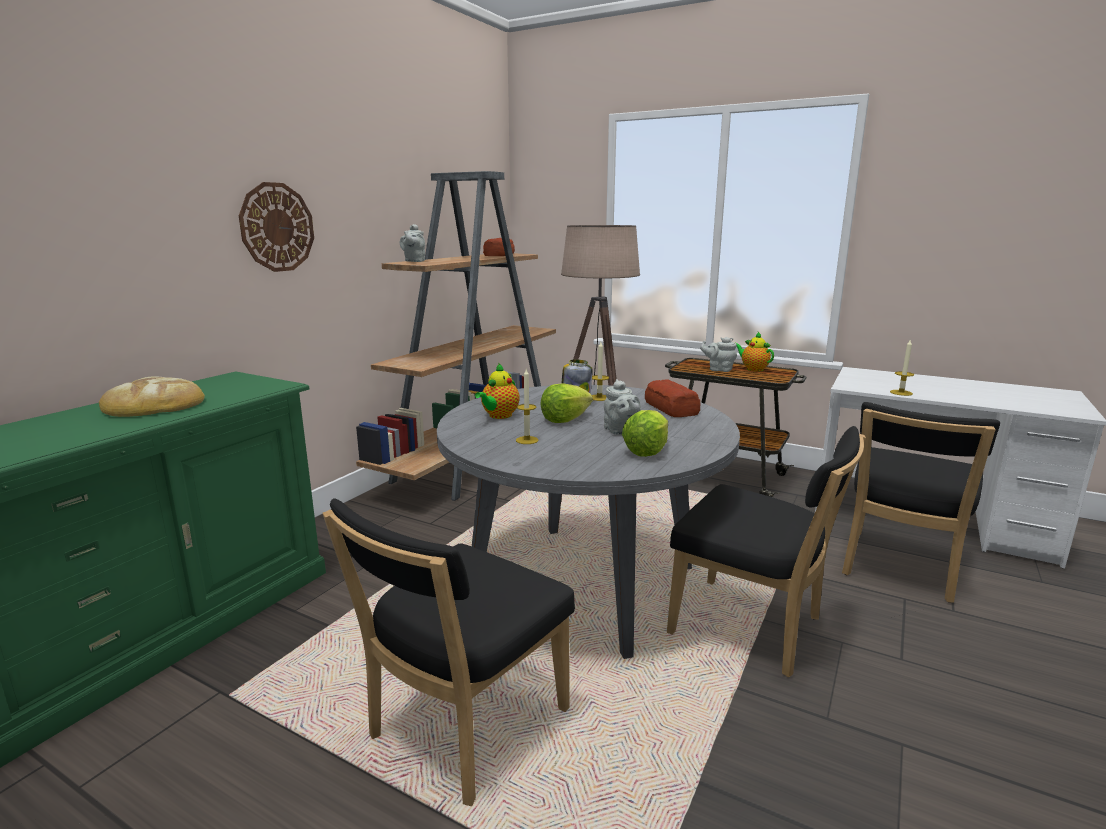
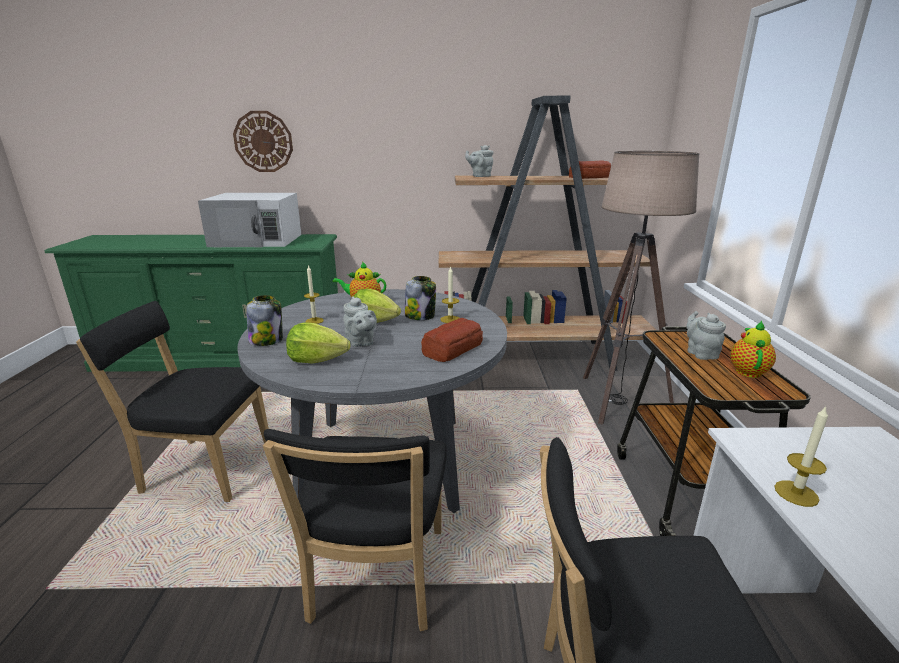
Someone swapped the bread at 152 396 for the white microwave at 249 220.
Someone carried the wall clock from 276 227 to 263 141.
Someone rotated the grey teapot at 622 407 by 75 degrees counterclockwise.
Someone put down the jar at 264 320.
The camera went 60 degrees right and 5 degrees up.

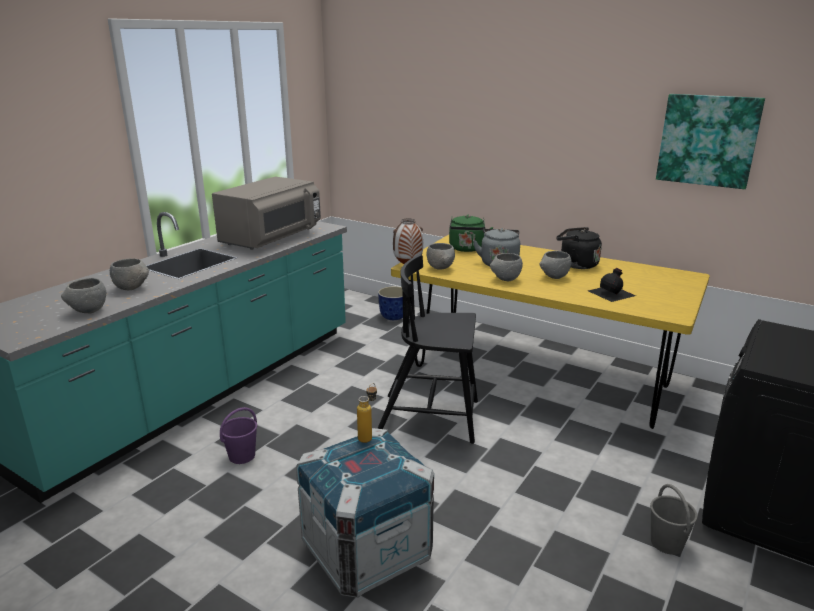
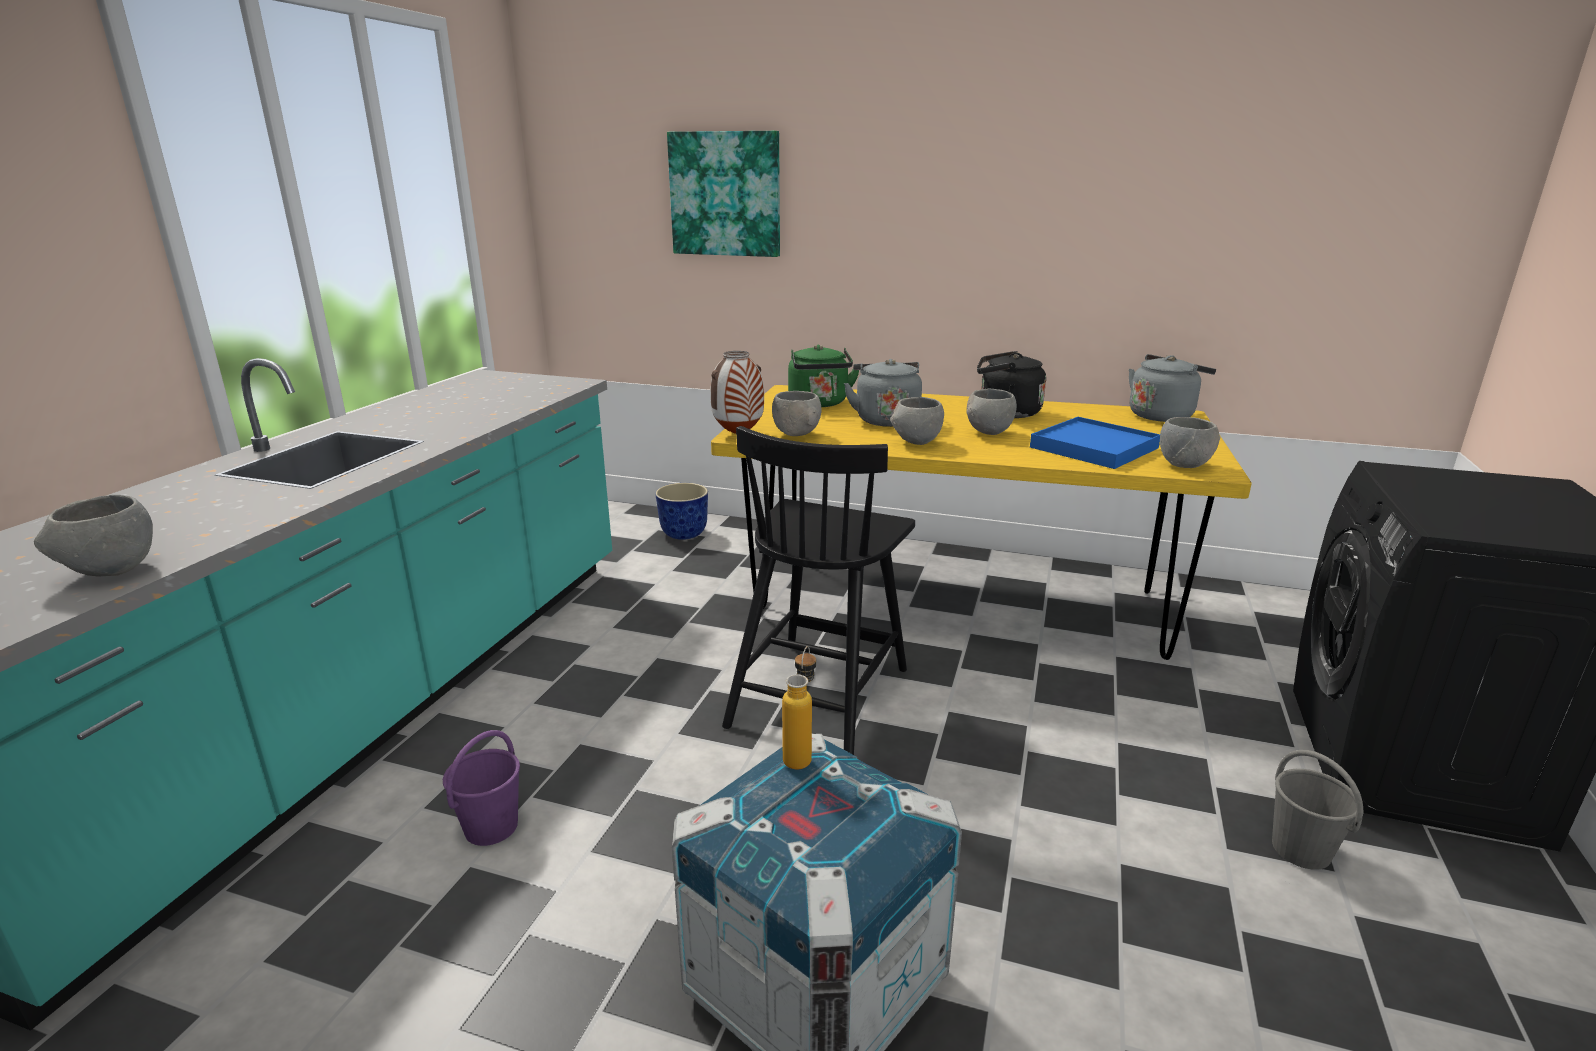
Someone carried the grey bowl from 129 274 to 1190 442.
Someone took away the grey microwave at 266 213.
Someone rotated the black chair at 427 349 by 60 degrees counterclockwise.
Someone swapped the black bottle at 612 285 for the blue tray at 1095 443.
Someone carried the picture from 710 141 to 723 194.
Someone put down the grey kettle at 1172 388.
The camera went 15 degrees left and 0 degrees up.

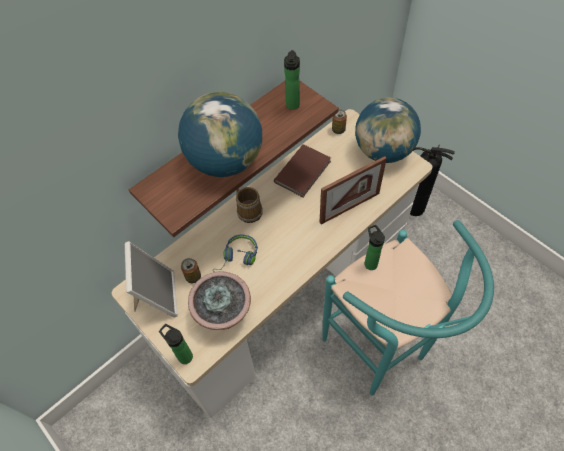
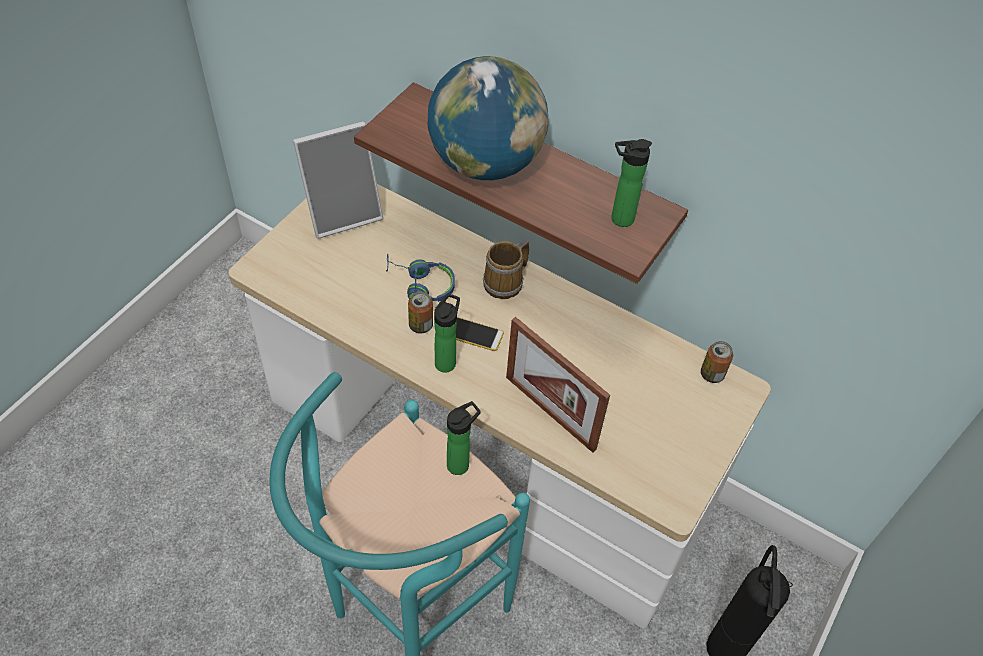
Someone carried the bottle from 176 344 to 447 333.
Someone carried the can from 191 270 to 420 313.
Someone took away the potted plant at 219 300.
Someone took away the brown book at 302 170.
Someone took away the globe at 388 130.
Someone put down the phone at 480 334.
The camera went 70 degrees right and 5 degrees down.

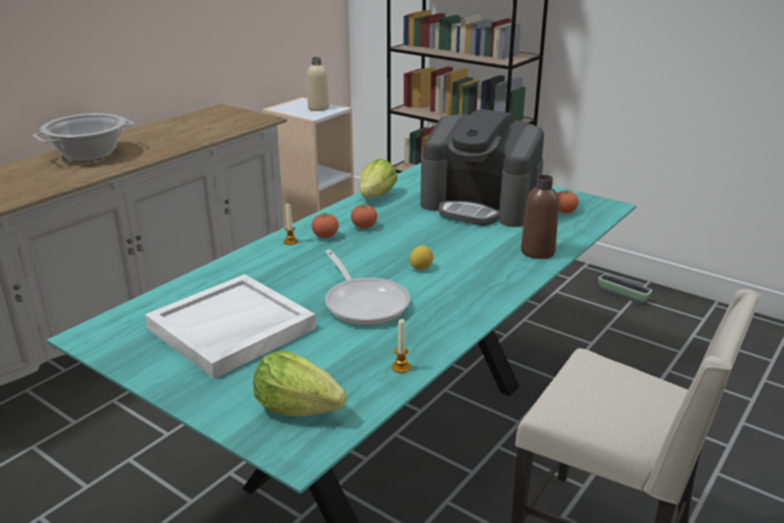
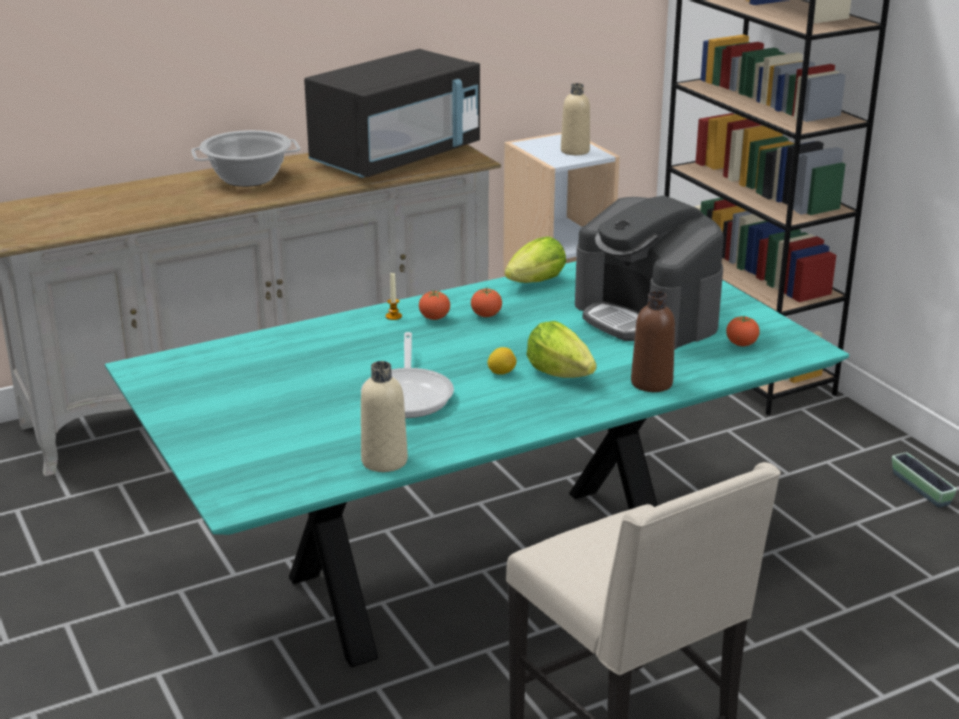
Someone took away the white tray at 230 326.
Someone carried the lettuce from 300 383 to 561 349.
Someone swapped the candle at 401 346 for the beige bottle at 384 416.
Someone put down the black microwave at 392 113.
The camera went 25 degrees right and 0 degrees up.

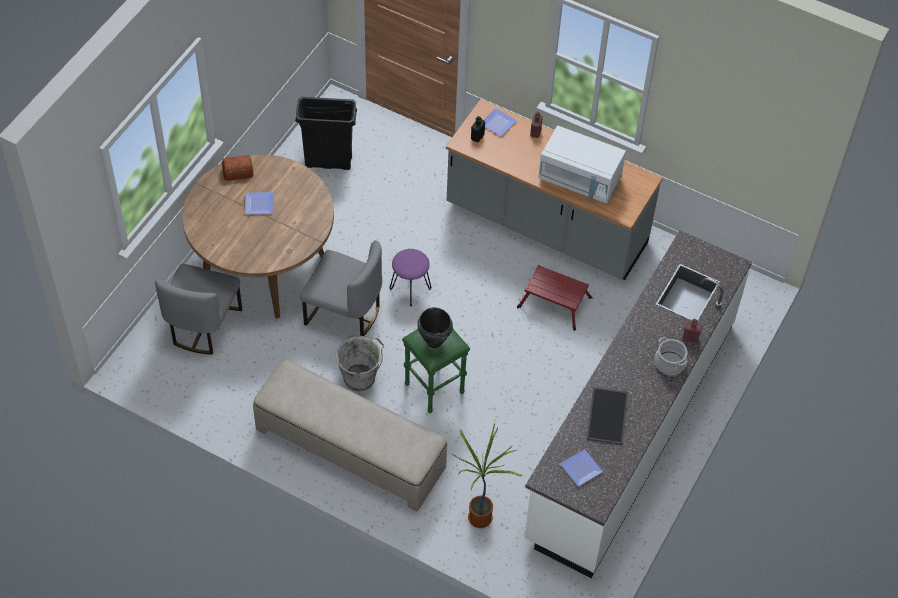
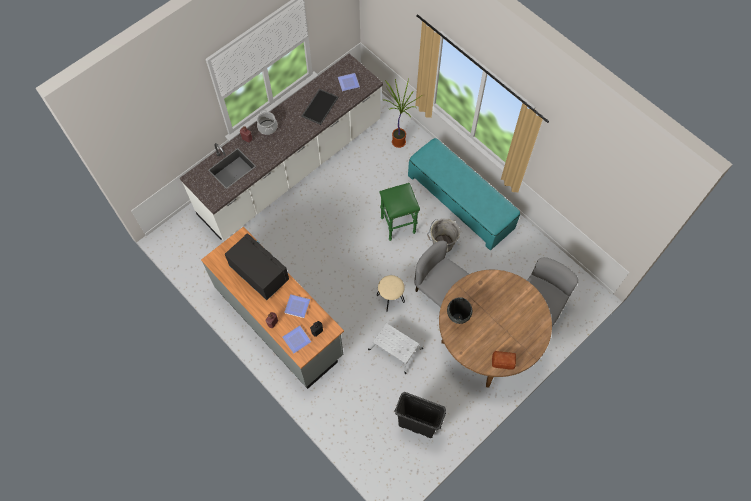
Someone carried the plate from 259 203 to 297 306.
Someone repainted the beige bench at 350 435, which became the turquoise bench at 464 194.
Someone repainted the purple stool at 410 277, which became the beige stool at 391 293.
Someone carried the black cooking pot from 435 327 to 459 310.
Someone took away the red step ladder at 554 298.
Someone repainted the white microwave at 582 165, which became the black microwave at 257 266.
Someone put down the white step ladder at 395 348.
The camera went 160 degrees left and 10 degrees up.

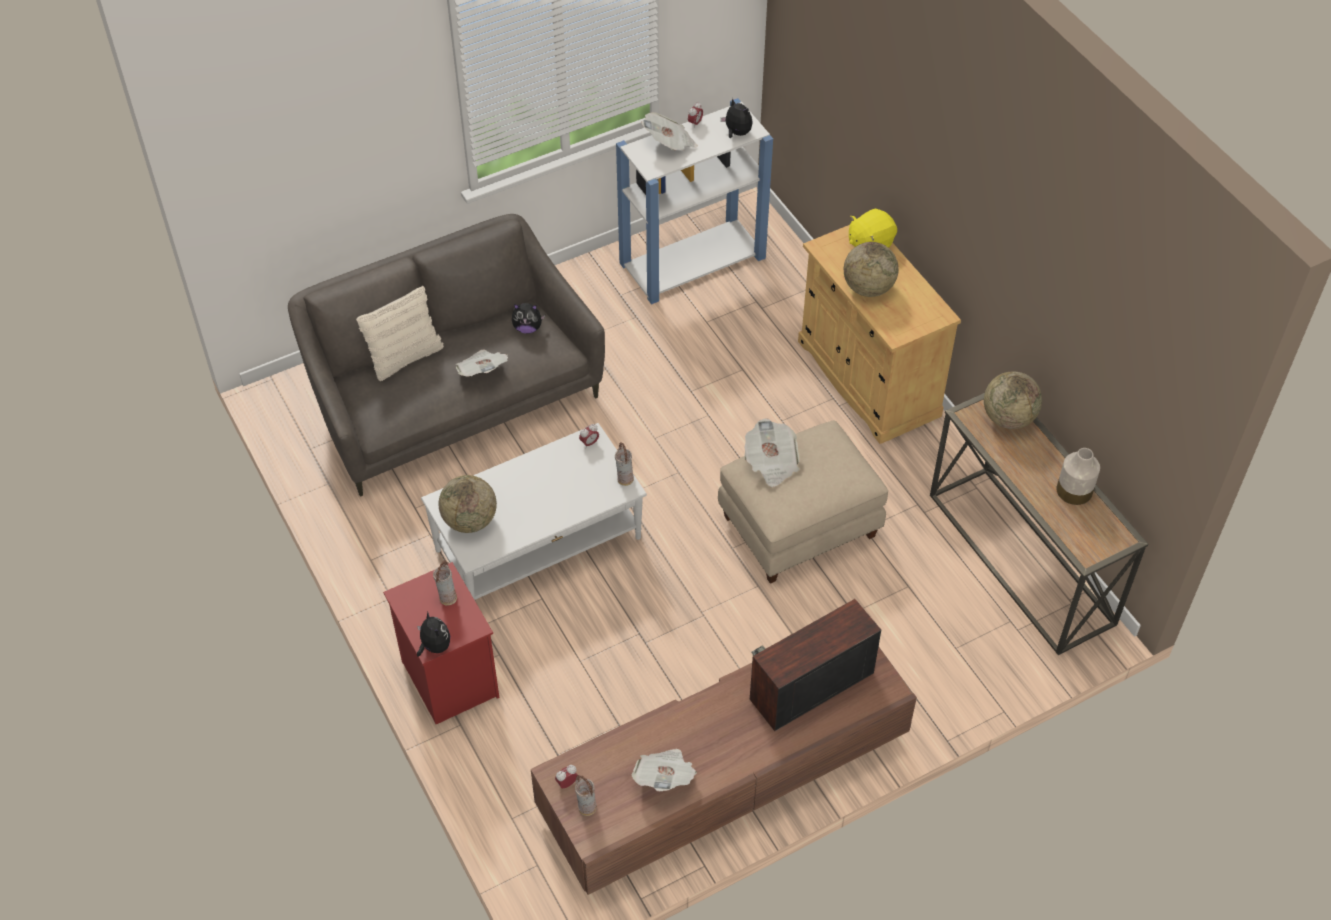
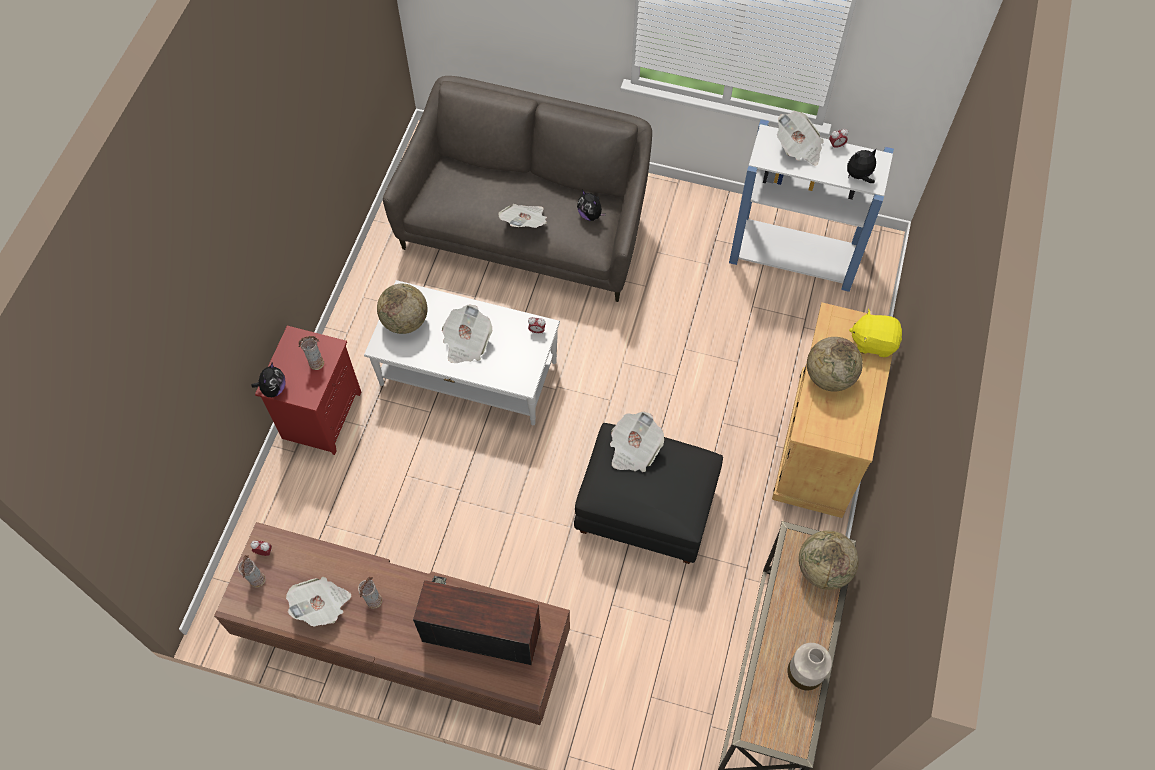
Someone took away the beige pillow at 400 333.
Someone carried the vase from 624 464 to 370 593.
Someone repainted the beige ottoman at 803 502, which became the black ottoman at 648 493.
Someone rotated the plush toy at 737 118 by 105 degrees counterclockwise.
Someone put down the newspaper at 467 333.
The camera went 45 degrees right and 10 degrees up.

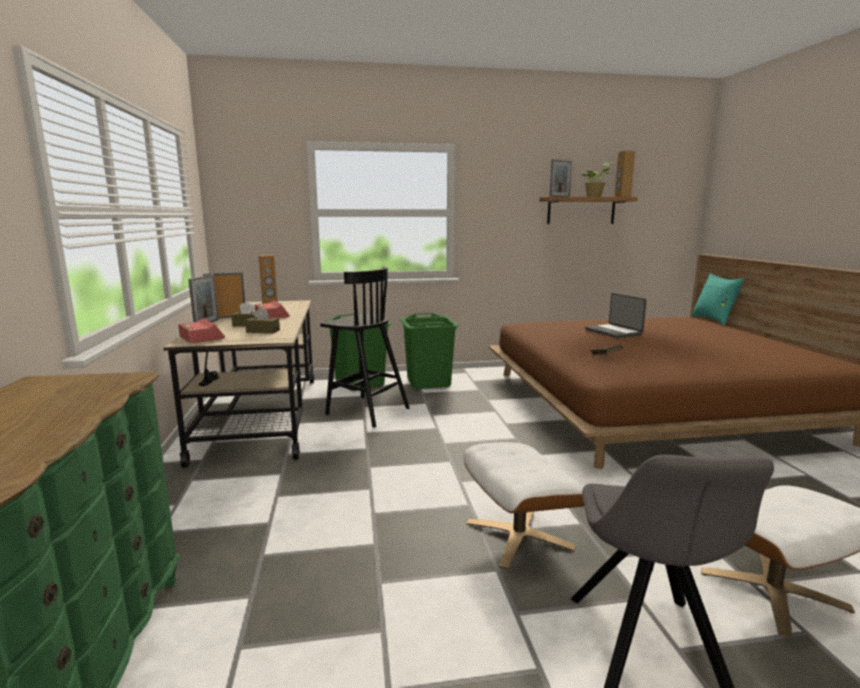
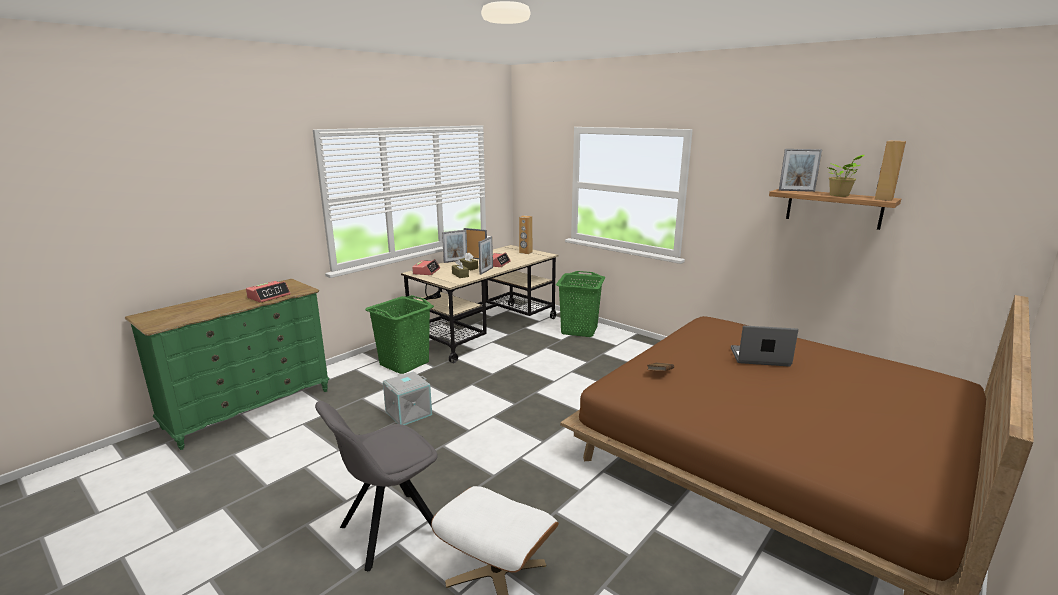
Someone took away the black stool at 365 347.
Someone carried the green laundry basket from 429 351 to 399 334.
Someone took away the white ottoman at 523 506.
Someone rotated the laptop at 616 315 by 75 degrees clockwise.
Someone took away the turquoise pillow at 718 299.
Someone put down the alarm clock at 268 292.
Someone put down the grey storage box at 407 398.
Someone put down the picture frame at 485 255.
The camera went 50 degrees right and 5 degrees up.

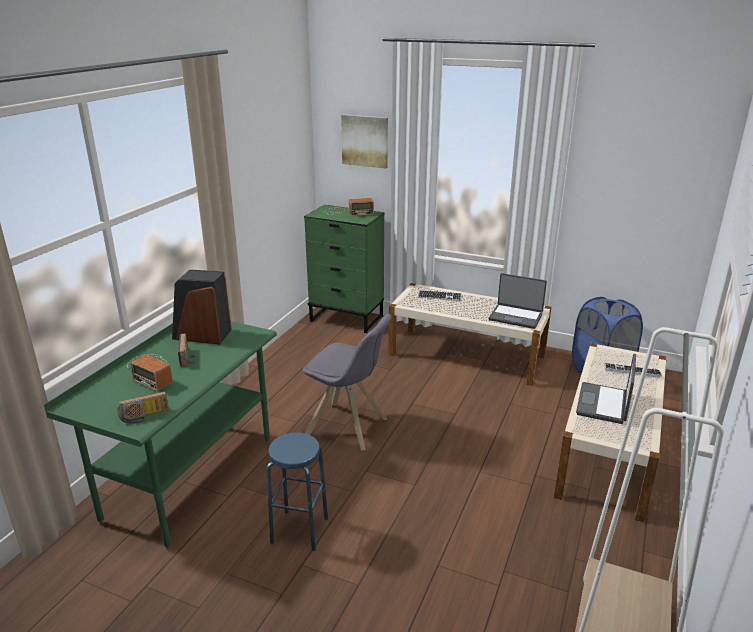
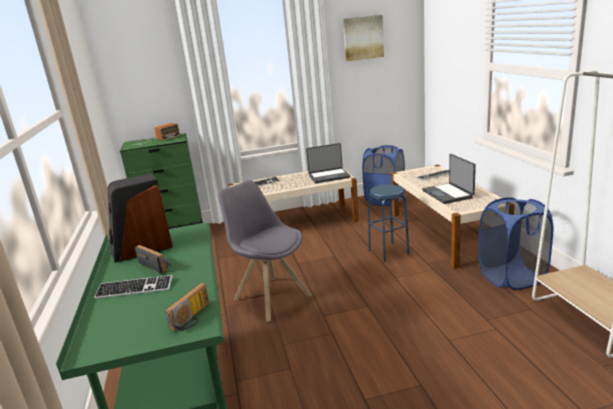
Someone swapped the radio at 150 372 for the keyboard at 133 287.
Someone carried the blue stool from 297 492 to 389 223.
Someone rotated the grey chair at 347 382 by 120 degrees counterclockwise.
Someone carried the picture from 364 141 to 363 38.
Someone put down the blue laundry basket at 515 243.
The camera went 35 degrees left and 5 degrees down.

